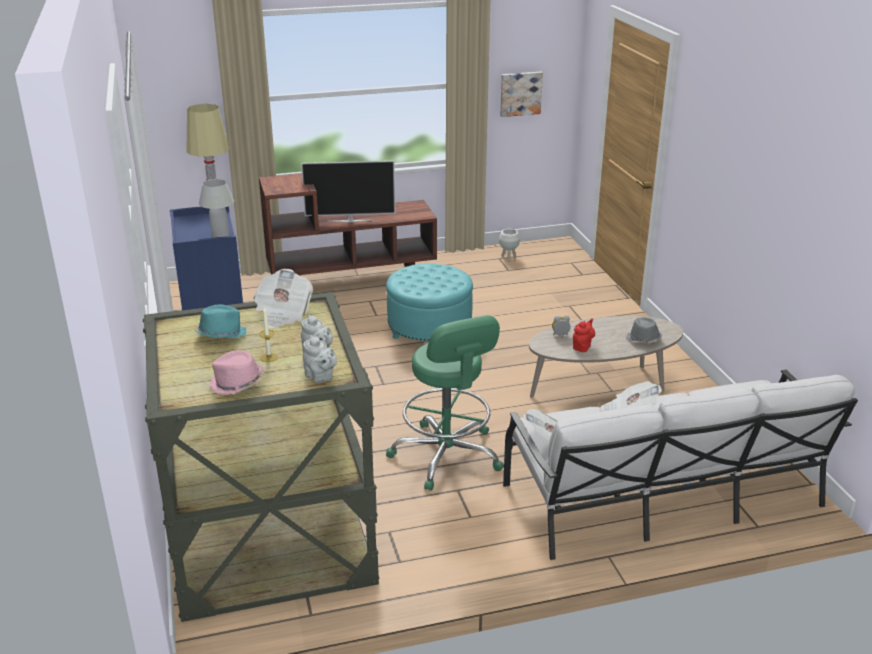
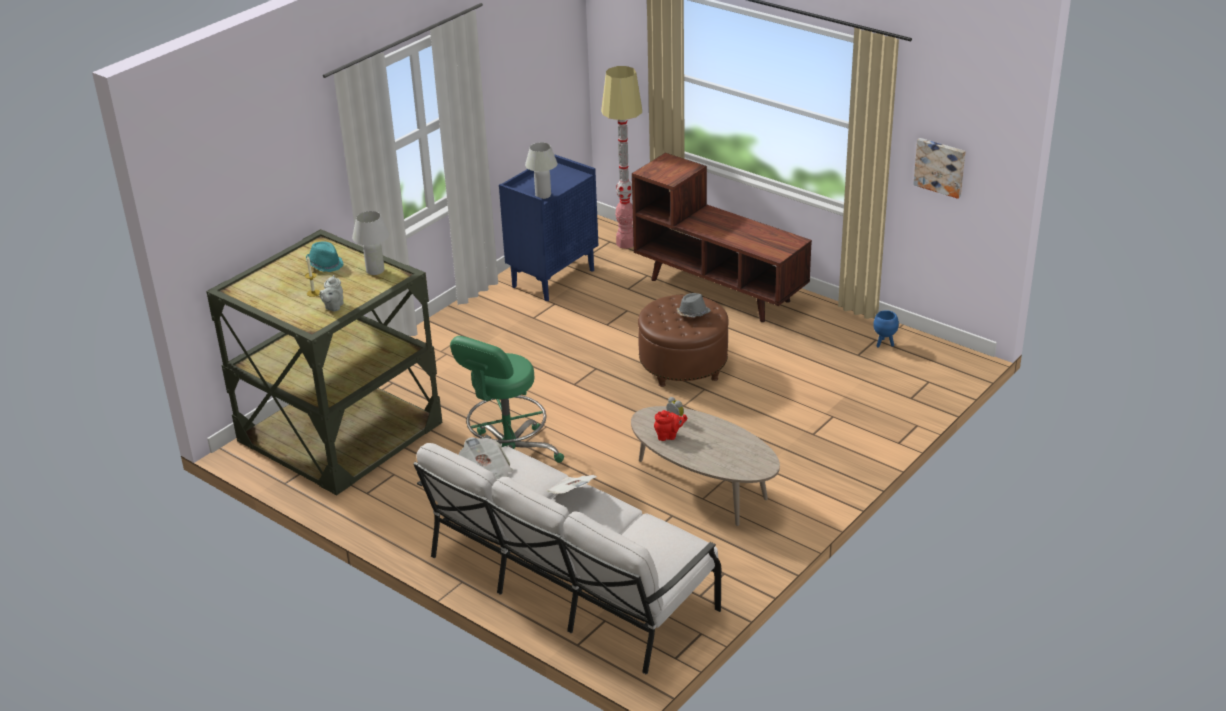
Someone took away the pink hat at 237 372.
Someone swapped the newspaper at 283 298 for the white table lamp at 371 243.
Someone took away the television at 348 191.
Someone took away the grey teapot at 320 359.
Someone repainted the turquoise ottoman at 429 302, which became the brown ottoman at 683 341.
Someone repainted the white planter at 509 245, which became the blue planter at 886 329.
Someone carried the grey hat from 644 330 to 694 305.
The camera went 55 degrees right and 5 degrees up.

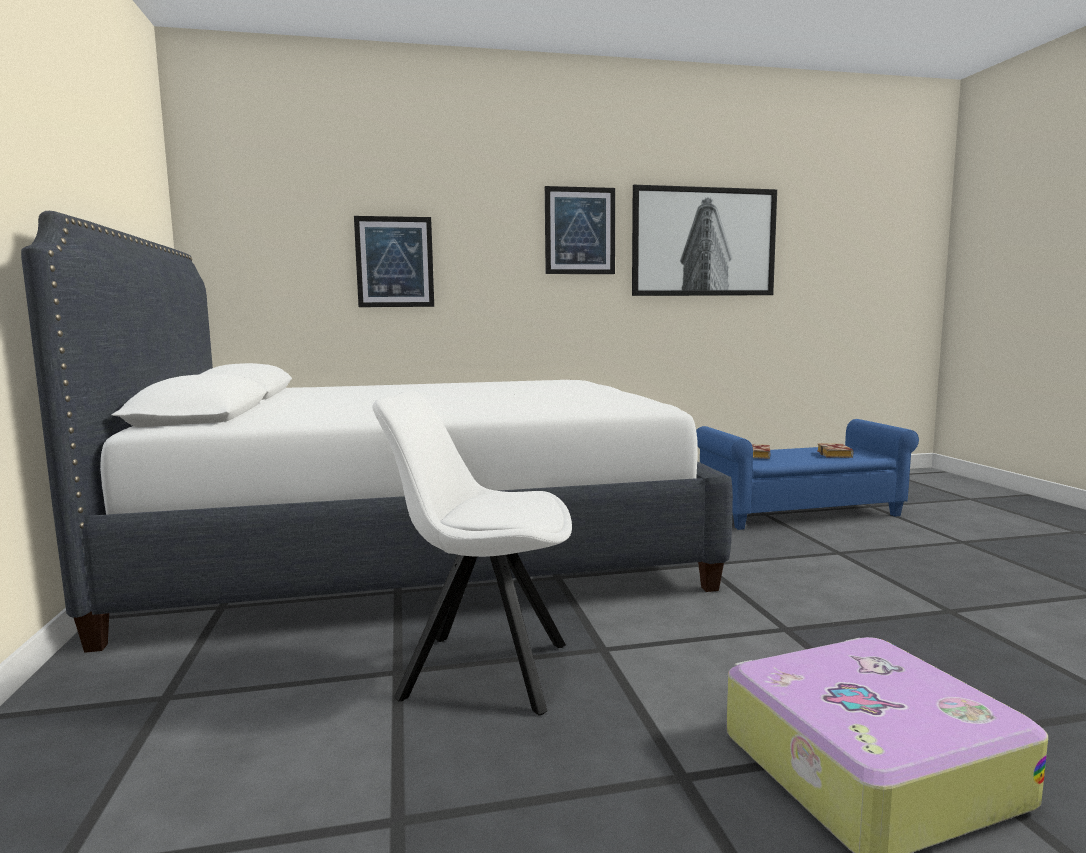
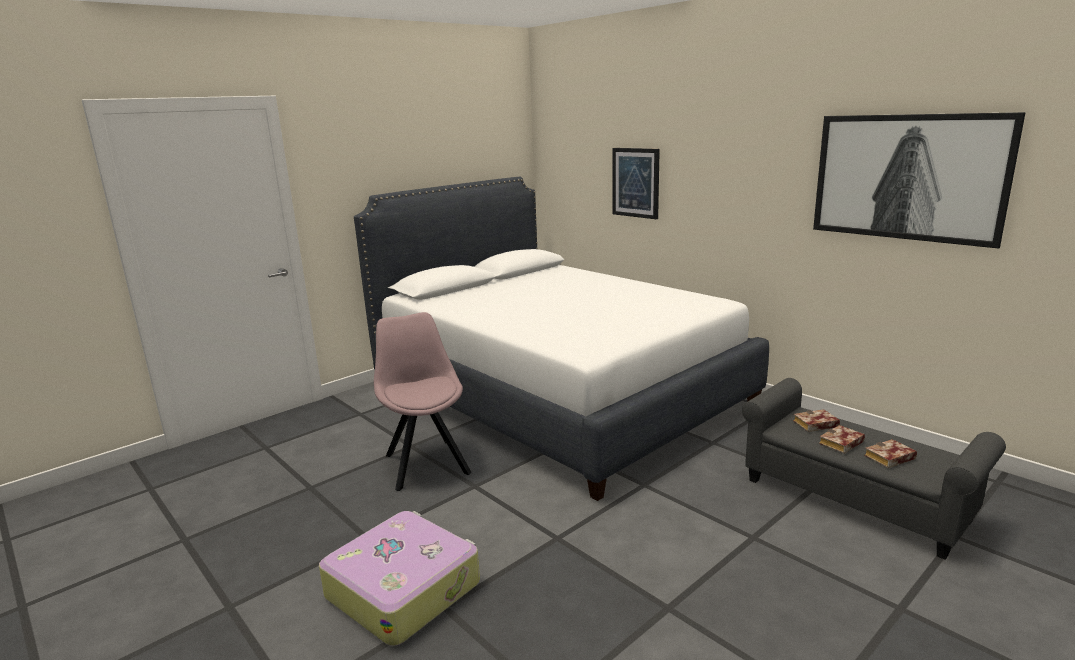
Someone repainted the white chair at 472 552, which became the pink chair at 422 401.
Someone took away the picture at 580 230.
Someone repainted the blue ottoman at 807 474, which became the grey ottoman at 874 469.
Someone put down the book at 842 439.
The camera went 60 degrees right and 10 degrees up.

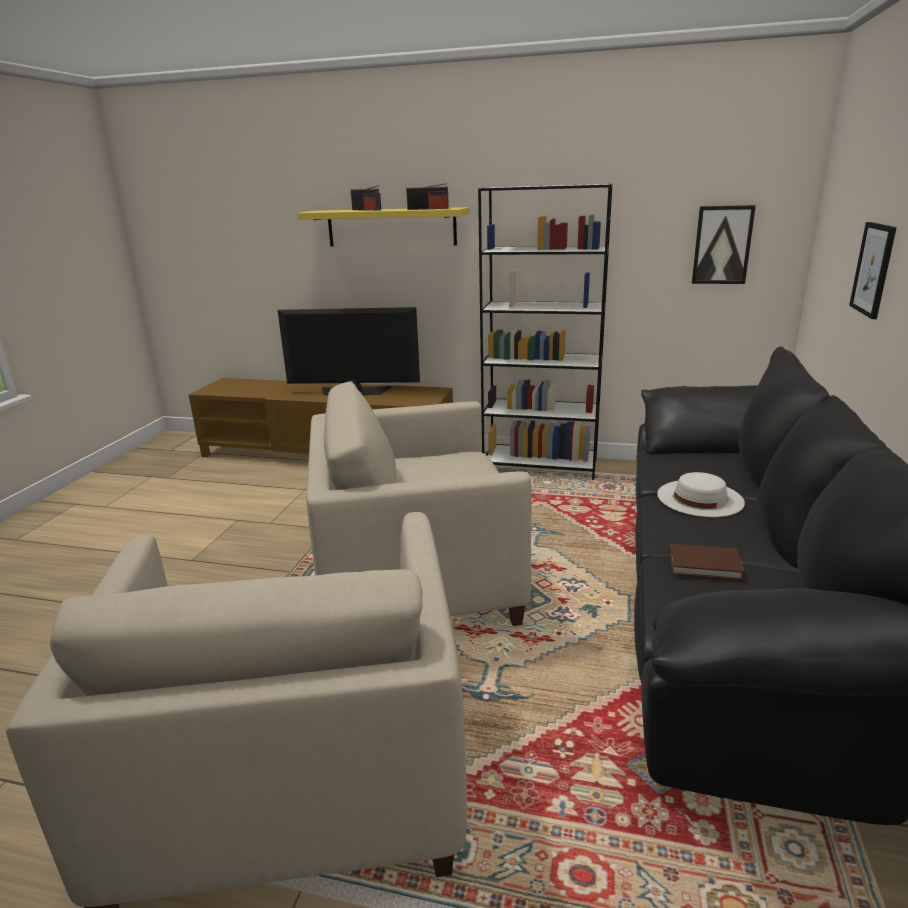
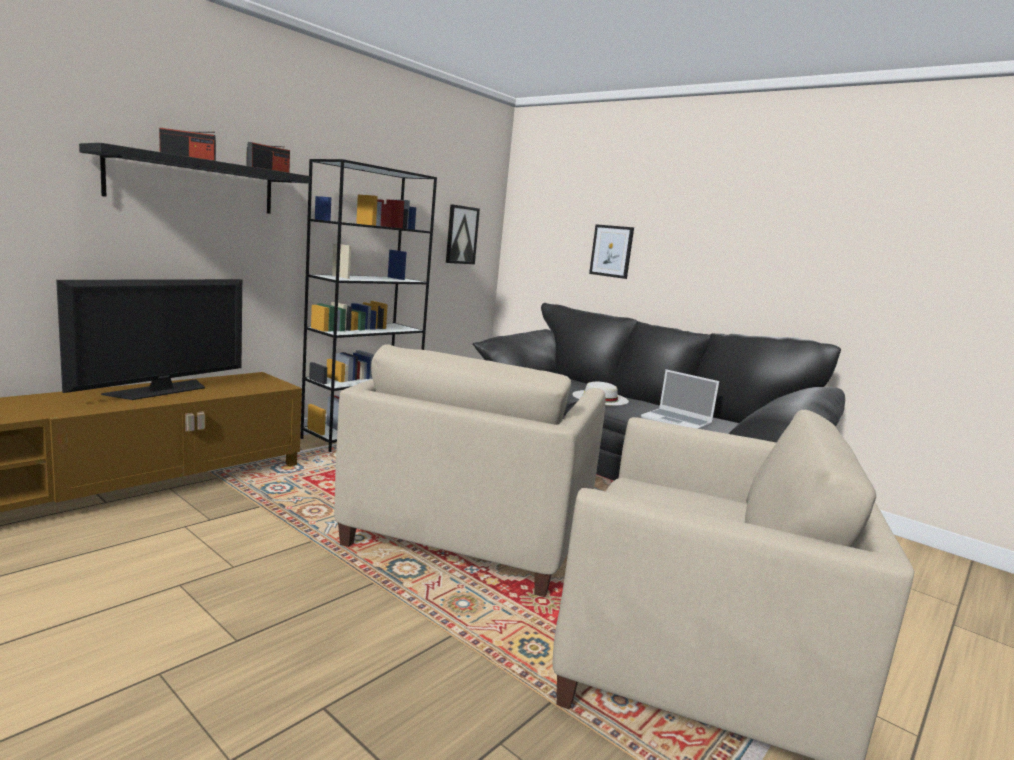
Someone repainted the yellow shelf at 383 227, which became the black shelf at 195 178.
Someone swapped the brown book at 707 562 for the laptop at 680 399.
The camera went 65 degrees left and 10 degrees down.

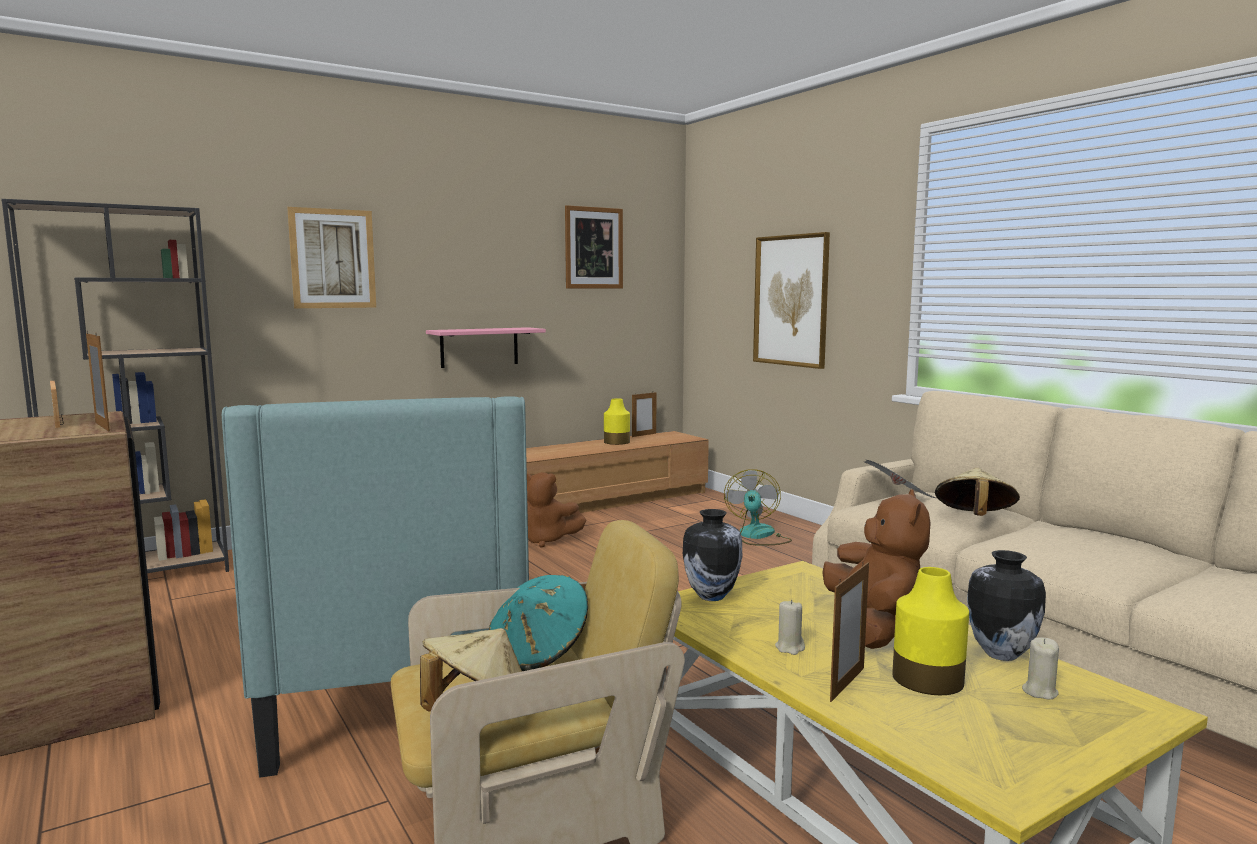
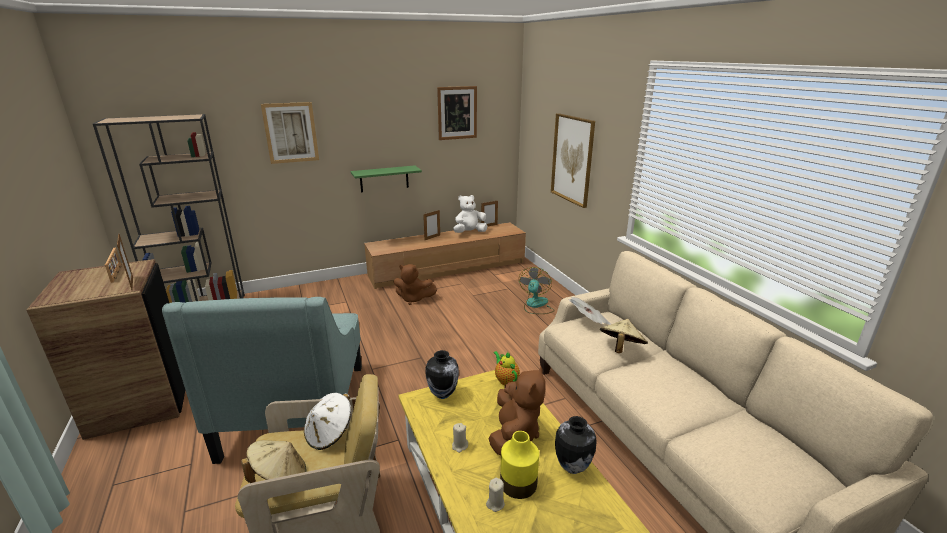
Someone repainted the pink shelf at 486 347, which became the green shelf at 386 178.
Someone repainted the turquoise hat at 538 623, which became the white hat at 327 421.
Someone swapped the yellow vase at 617 421 for the white plush toy at 470 214.
Someone carried the picture frame from 849 632 to 431 225.
Someone carried the beige candle from 1040 669 to 495 495.
Someone put down the teapot at 506 368.
The camera went 10 degrees right and 15 degrees up.

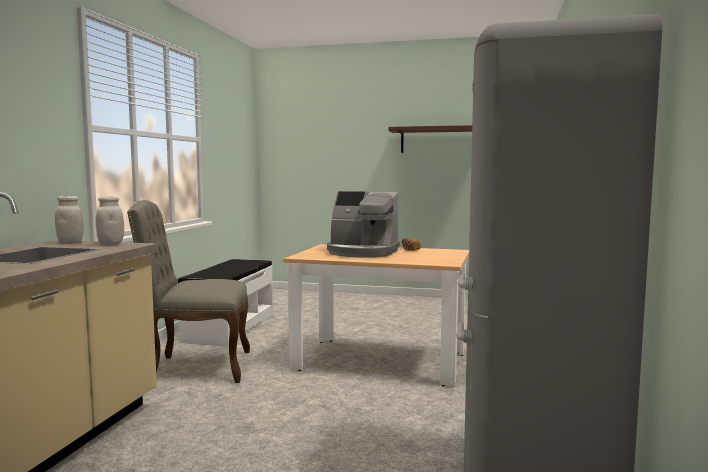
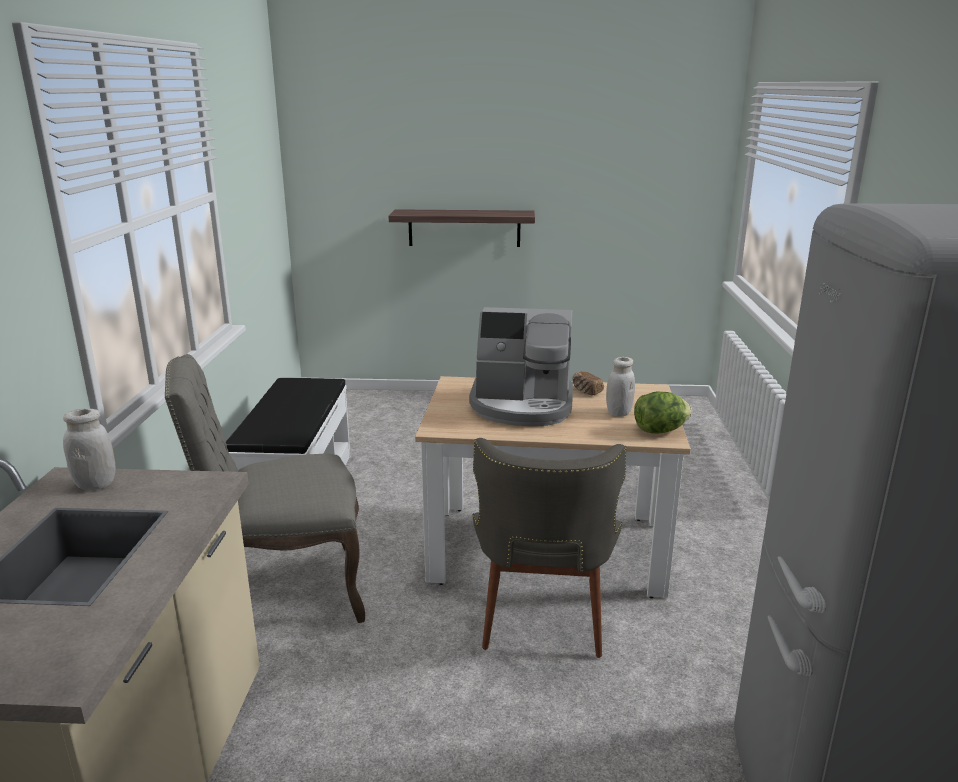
Someone carried the white jar from 110 220 to 620 387.
Someone carried the shelf from 430 139 to 462 228.
Someone put down the grey chair at 549 548.
Someone put down the lettuce at 663 412.
The camera went 10 degrees left and 15 degrees up.

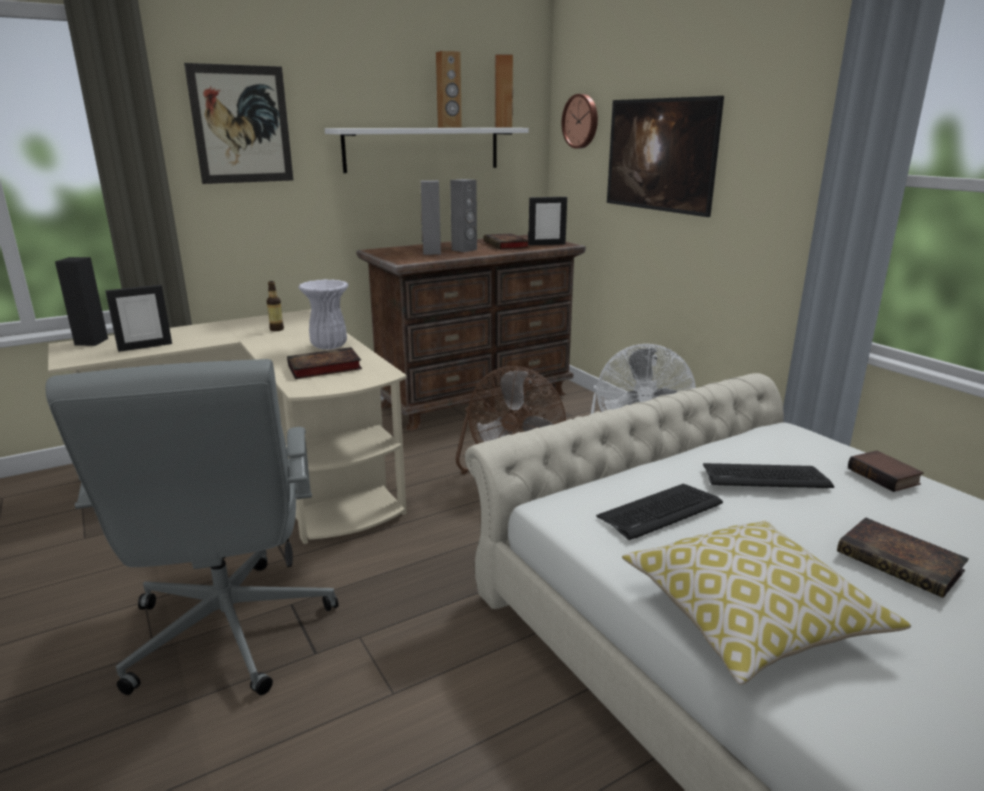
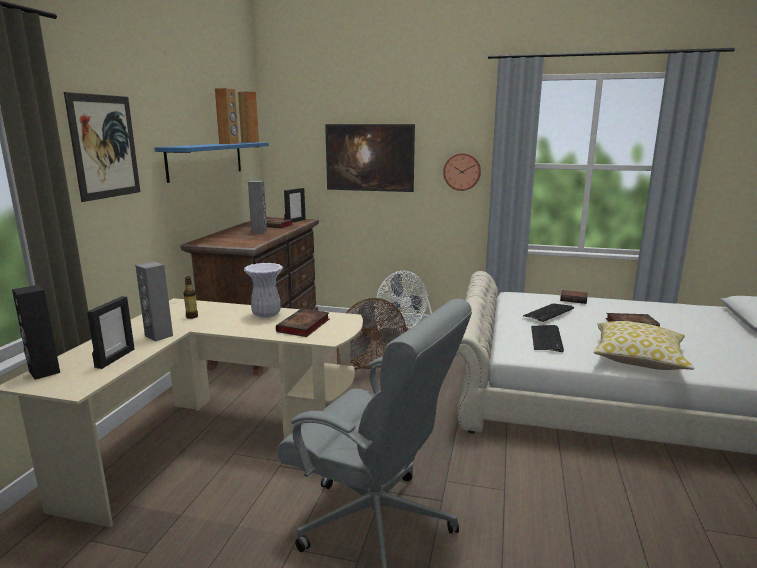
Someone repainted the white shelf at 427 150, which became the blue shelf at 212 162.
Someone carried the grey speaker from 431 217 to 154 302.
Someone carried the wall clock from 580 121 to 462 172.
The camera went 45 degrees left and 5 degrees down.

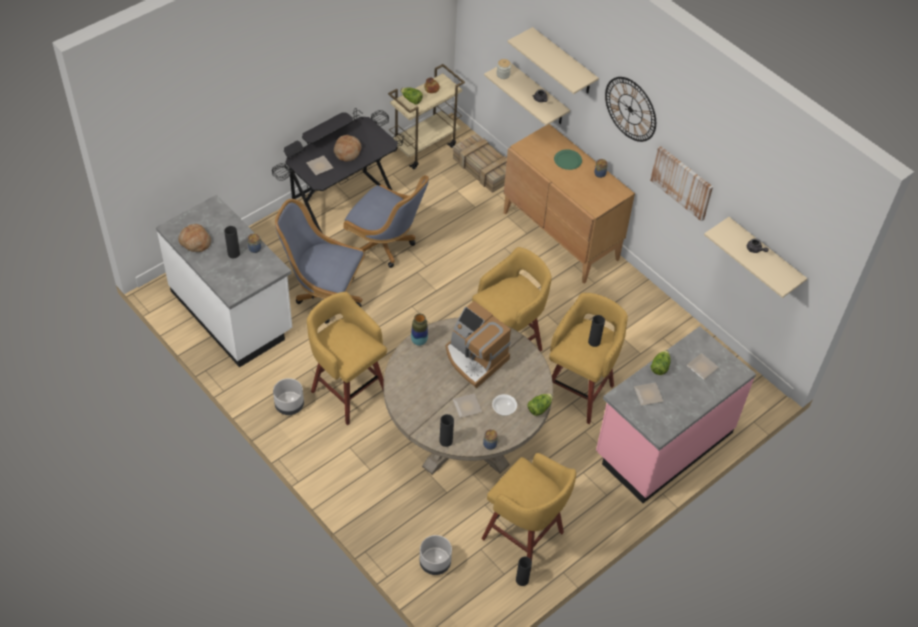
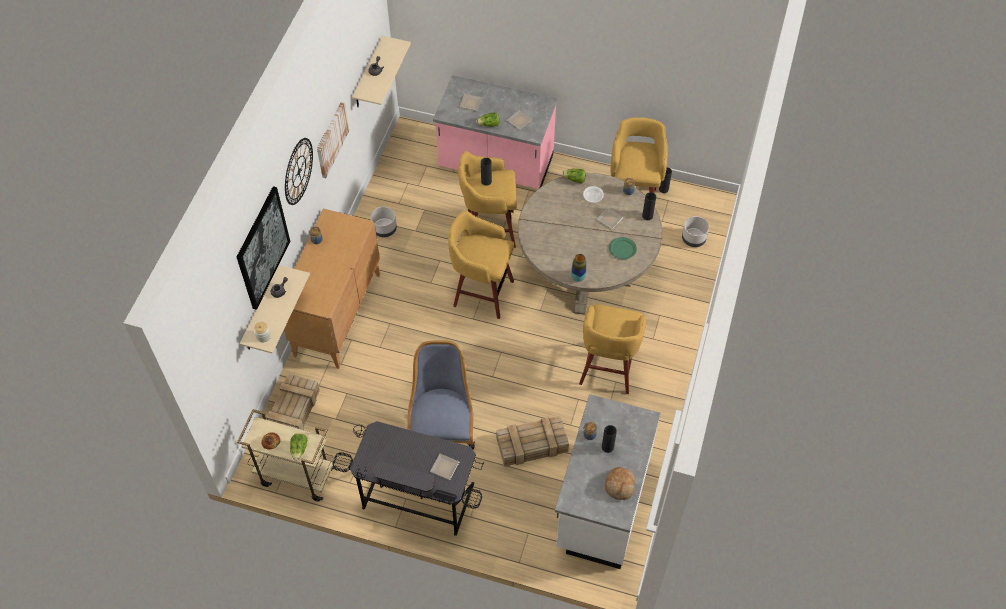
Someone carried the grey planter from 288 396 to 384 222.
Someone swapped the blue office chair at 320 261 for the crate at 532 441.
Someone took away the bread at 347 148.
Someone took away the coffee machine at 478 344.
Someone swapped the beige shelf at 553 60 for the picture at 263 248.
Someone carried the green plate from 568 159 to 623 248.
The camera went 120 degrees left and 5 degrees up.

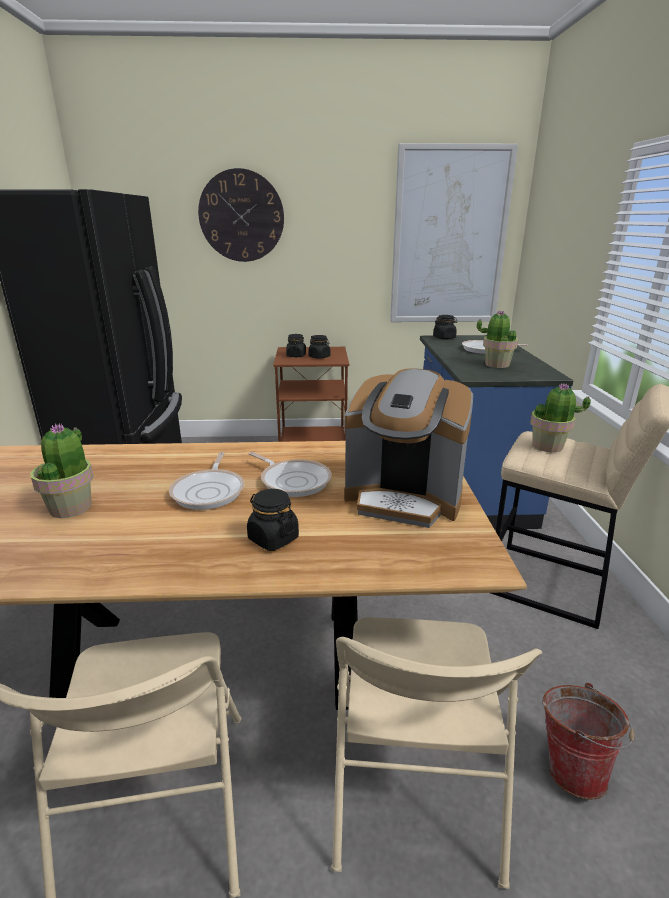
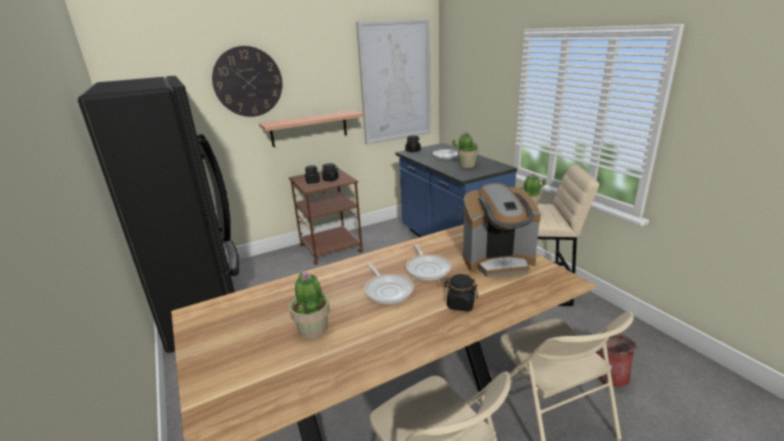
Someone rotated the frying pan at 290 474 by 60 degrees clockwise.
Someone put up the shelf at 311 128.
The camera went 25 degrees left and 0 degrees up.

